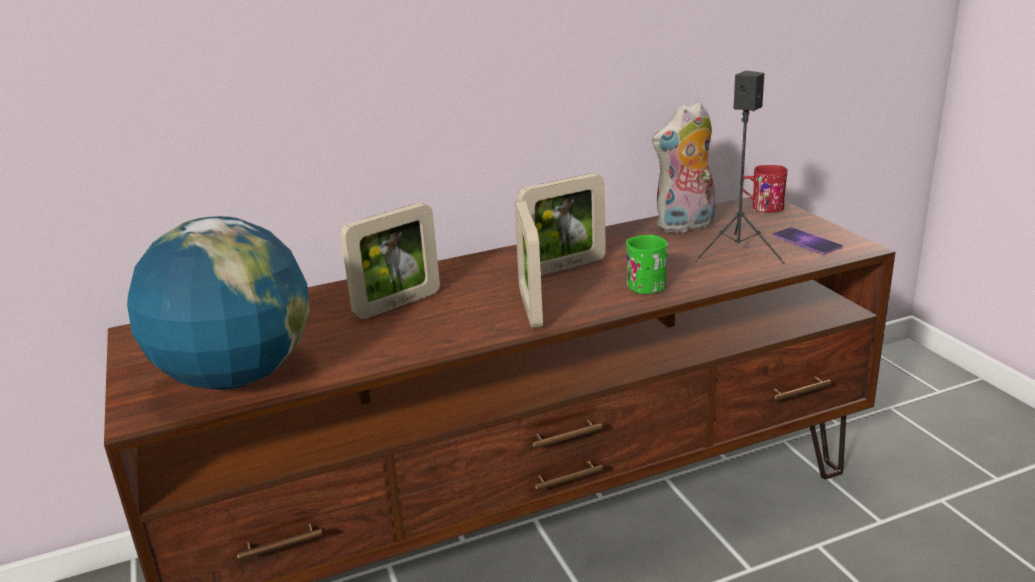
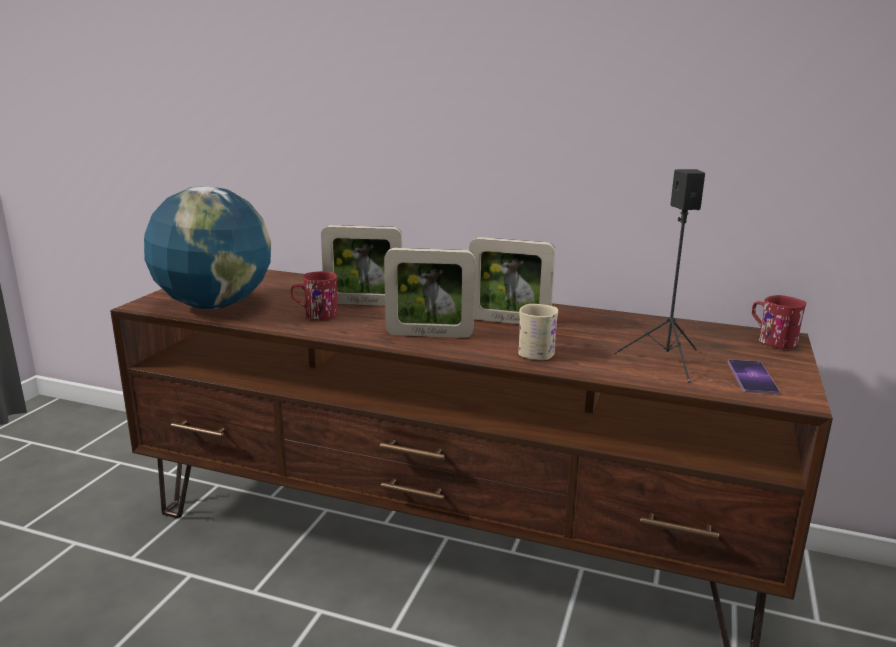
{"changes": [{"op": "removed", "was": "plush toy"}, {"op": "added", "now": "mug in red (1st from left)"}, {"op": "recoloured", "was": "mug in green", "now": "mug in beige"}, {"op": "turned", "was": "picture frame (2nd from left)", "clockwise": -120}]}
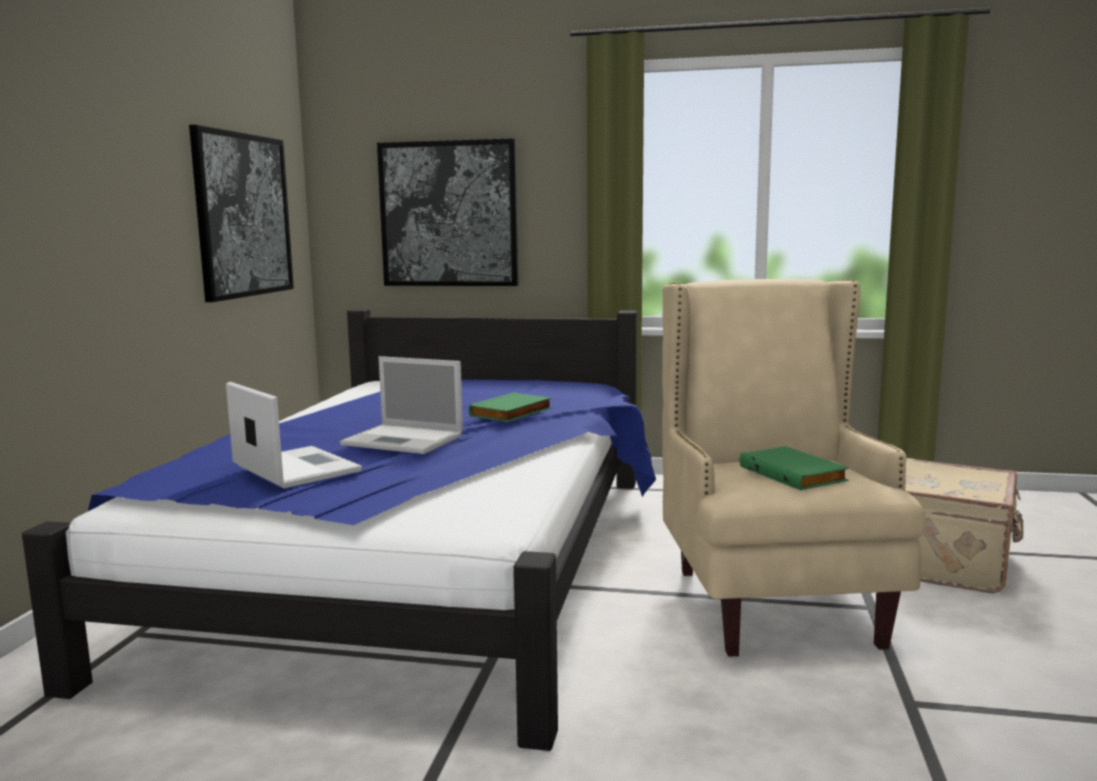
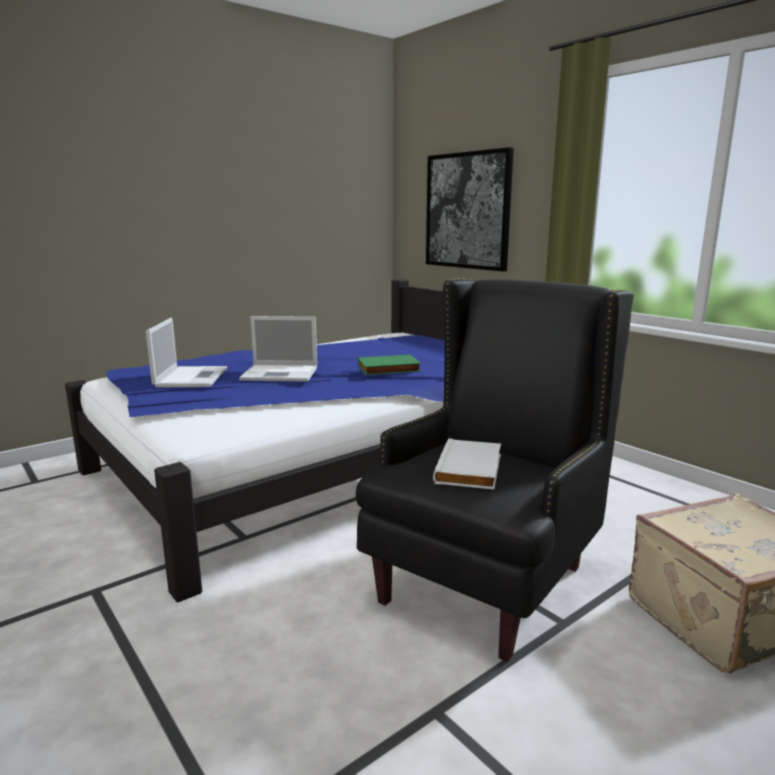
{"changes": [{"op": "removed", "was": "picture (1st from left)"}, {"op": "recoloured", "was": "armchair in beige", "now": "armchair in black"}, {"op": "recoloured", "was": "book in green (2nd from left)", "now": "book in white"}, {"op": "turned", "was": "laptop (2nd from left)", "clockwise": -60}]}
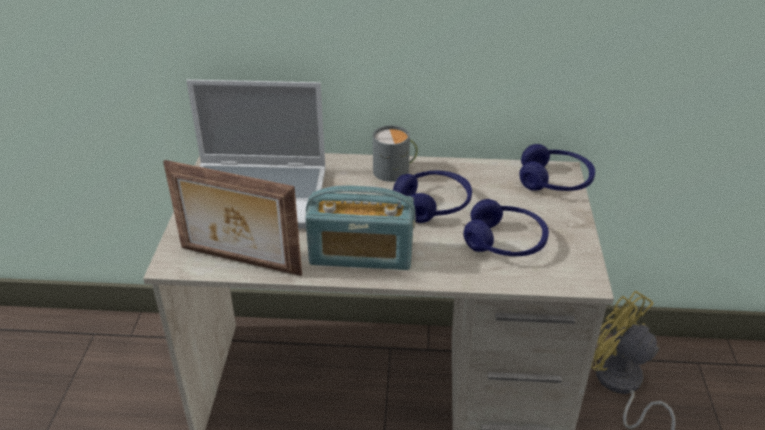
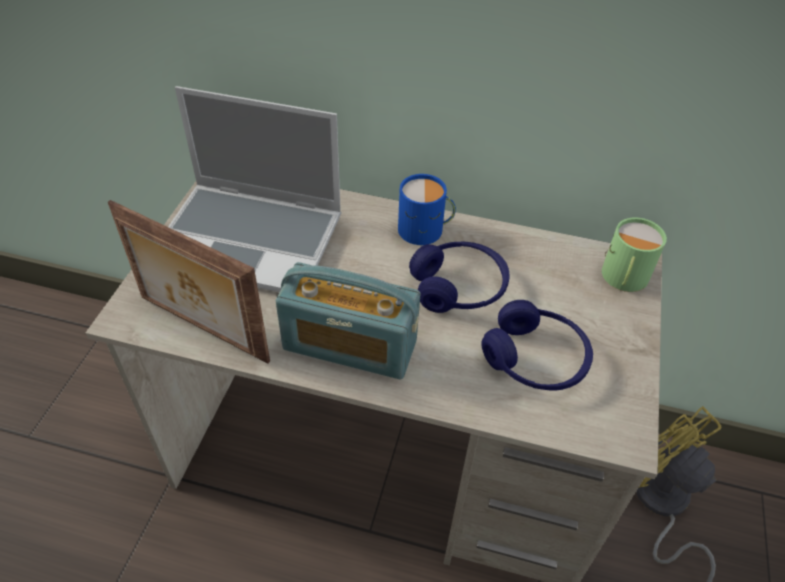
{"changes": [{"op": "replaced", "was": "headphones in blue (3rd from left)", "now": "mug in green"}, {"op": "recoloured", "was": "mug in grey", "now": "mug in blue"}]}
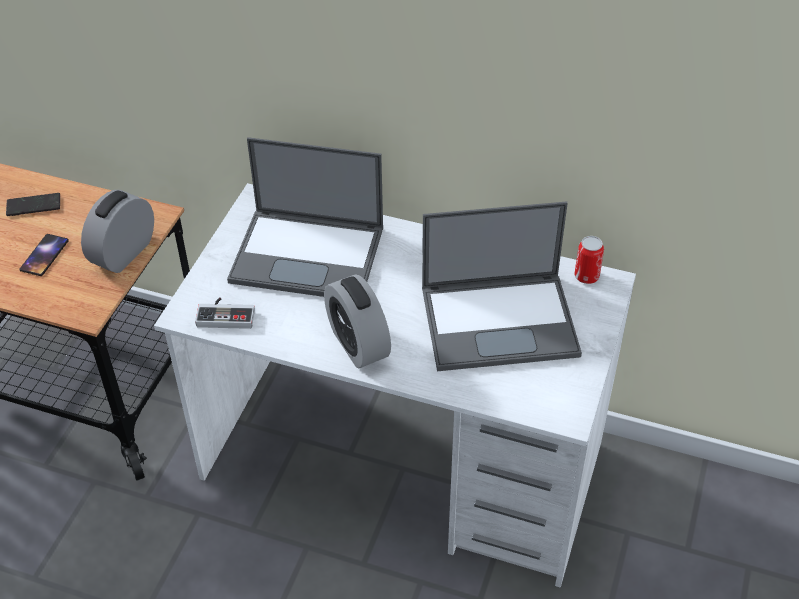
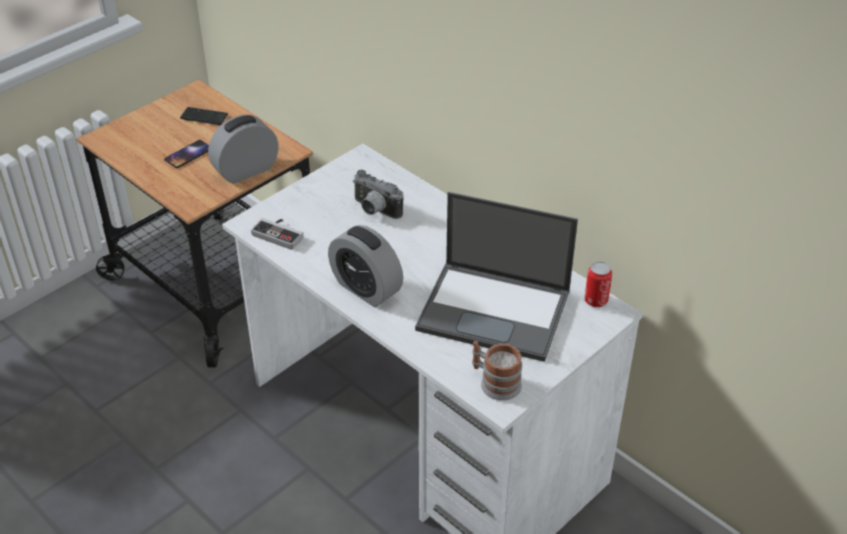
{"changes": [{"op": "added", "now": "mug"}, {"op": "replaced", "was": "laptop (1st from left)", "now": "photo camera"}, {"op": "turned", "was": "alarm clock (2nd from left)", "clockwise": -45}]}
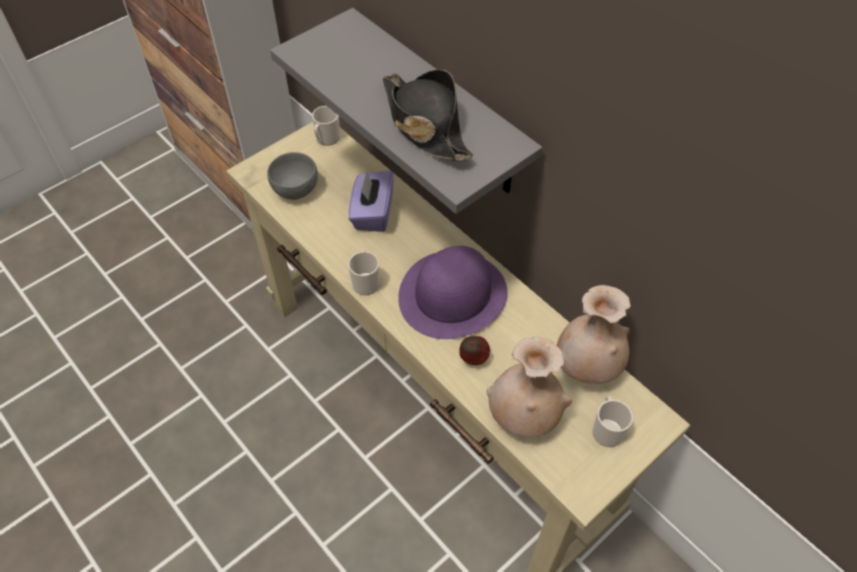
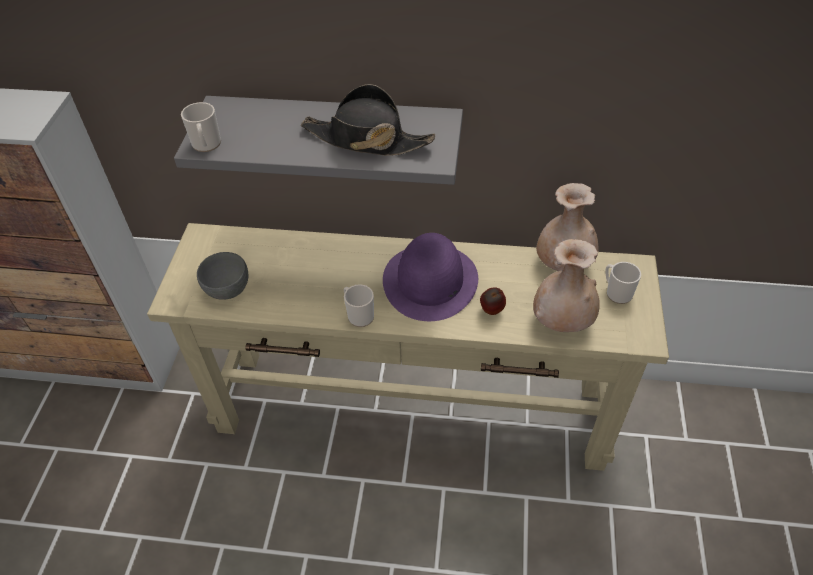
{"changes": [{"op": "removed", "was": "tissue box in purple"}, {"op": "moved", "was": "mug (1st from left)"}]}
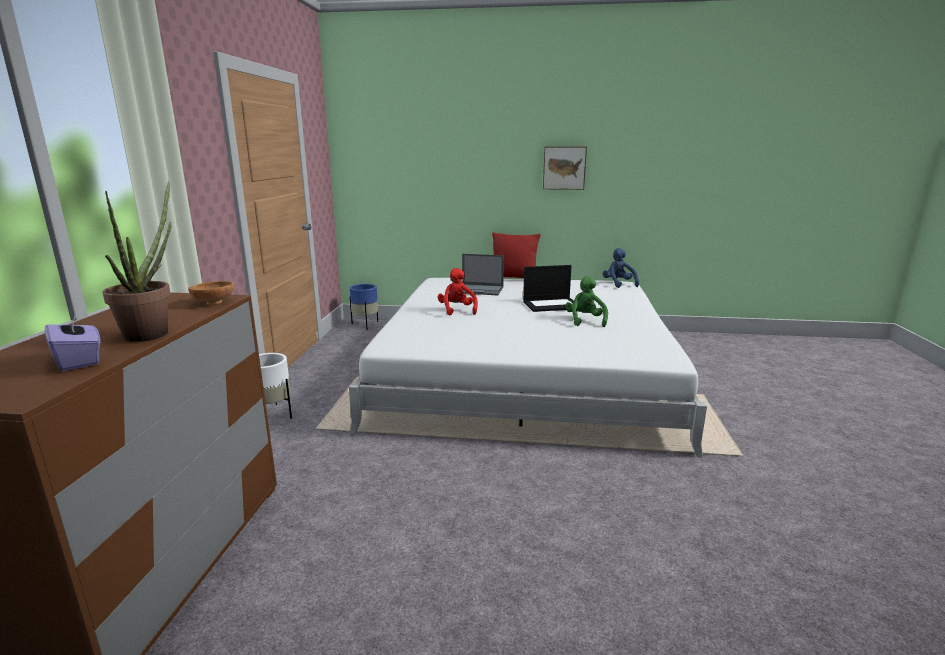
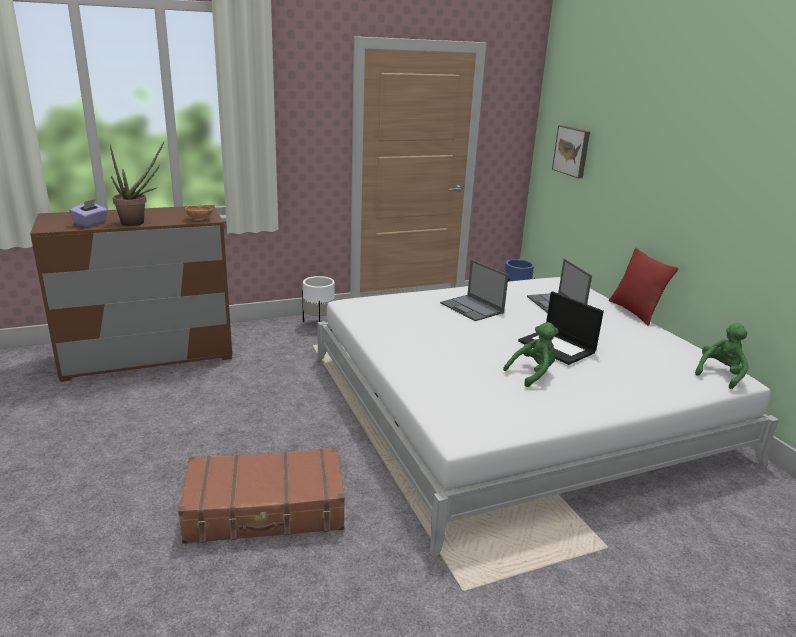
{"changes": [{"op": "added", "now": "suitcase in brown"}, {"op": "moved", "was": "picture"}, {"op": "replaced", "was": "plush toy in red", "now": "laptop (1st from left)"}, {"op": "recoloured", "was": "plush toy in blue", "now": "plush toy in green (2nd from left)"}]}
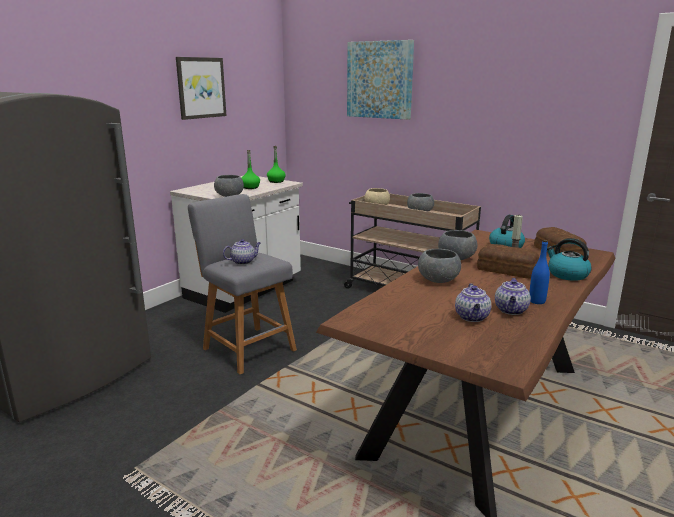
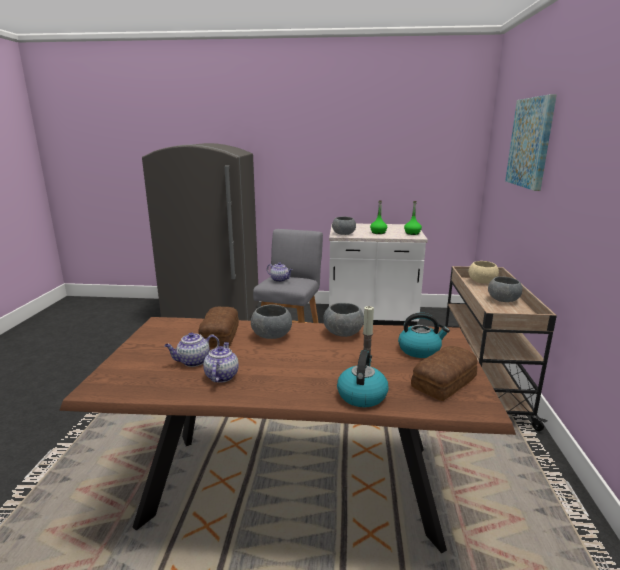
{"changes": [{"op": "removed", "was": "picture (1st from left)"}, {"op": "removed", "was": "bottle in blue"}, {"op": "moved", "was": "bread (1st from left)"}, {"op": "turned", "was": "teapot (3rd from left in the first image)", "clockwise": 105}]}
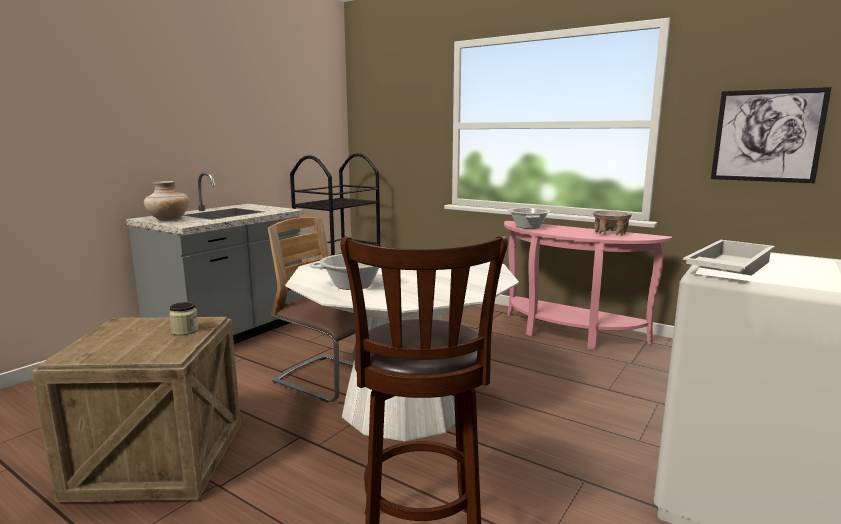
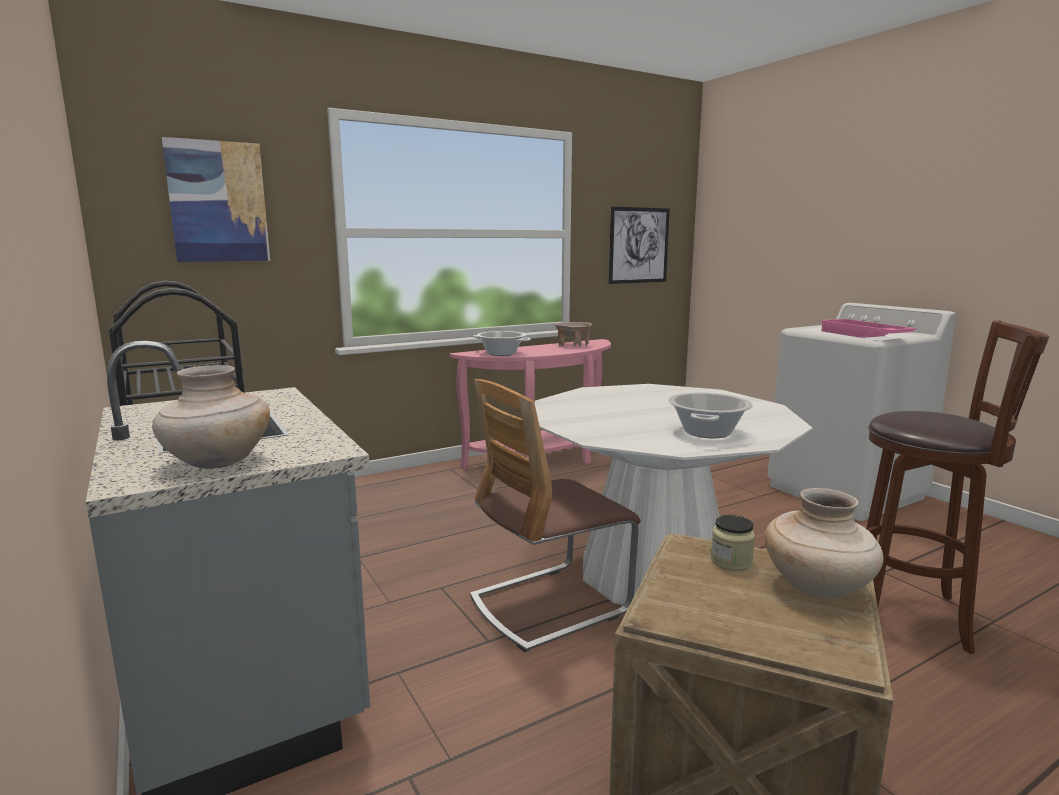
{"changes": [{"op": "added", "now": "picture (1st from left)"}, {"op": "added", "now": "vase in beige (2nd from left)"}, {"op": "recoloured", "was": "tray in white", "now": "tray in pink"}]}
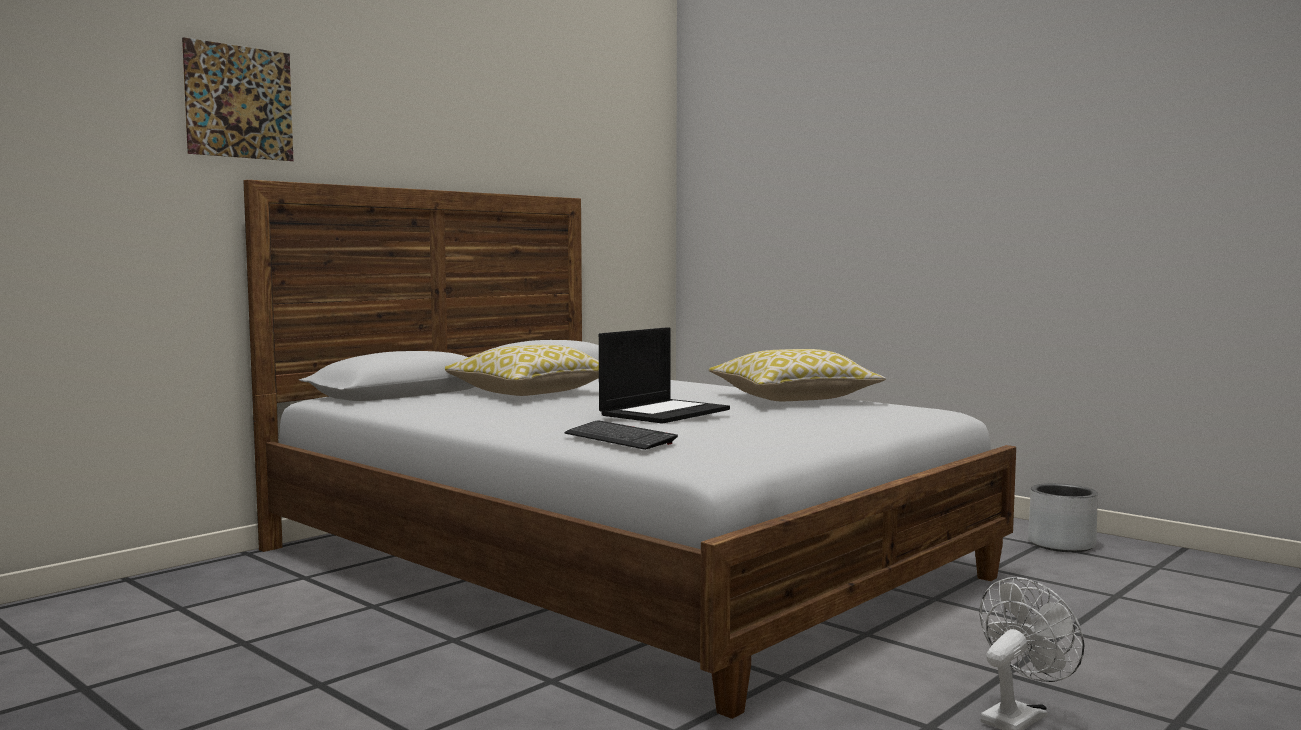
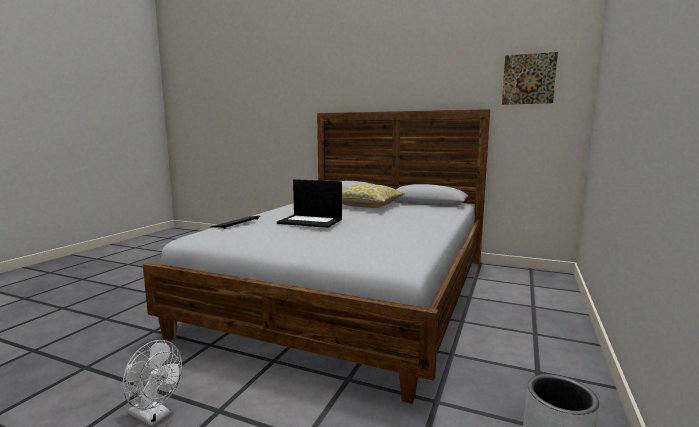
{"changes": [{"op": "removed", "was": "pillow (2nd from left)"}, {"op": "moved", "was": "picture"}]}
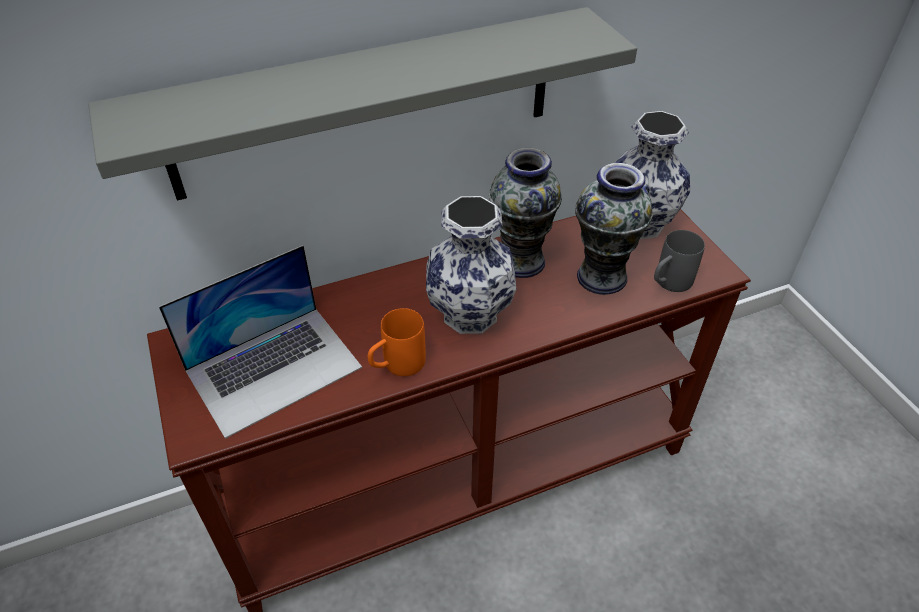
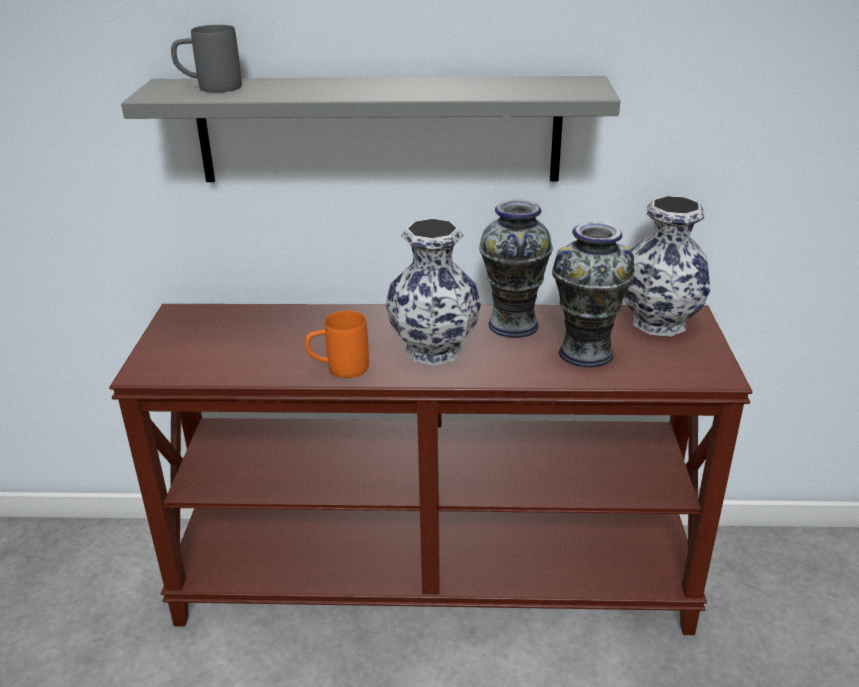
{"changes": [{"op": "removed", "was": "laptop"}, {"op": "moved", "was": "mug in grey"}]}
